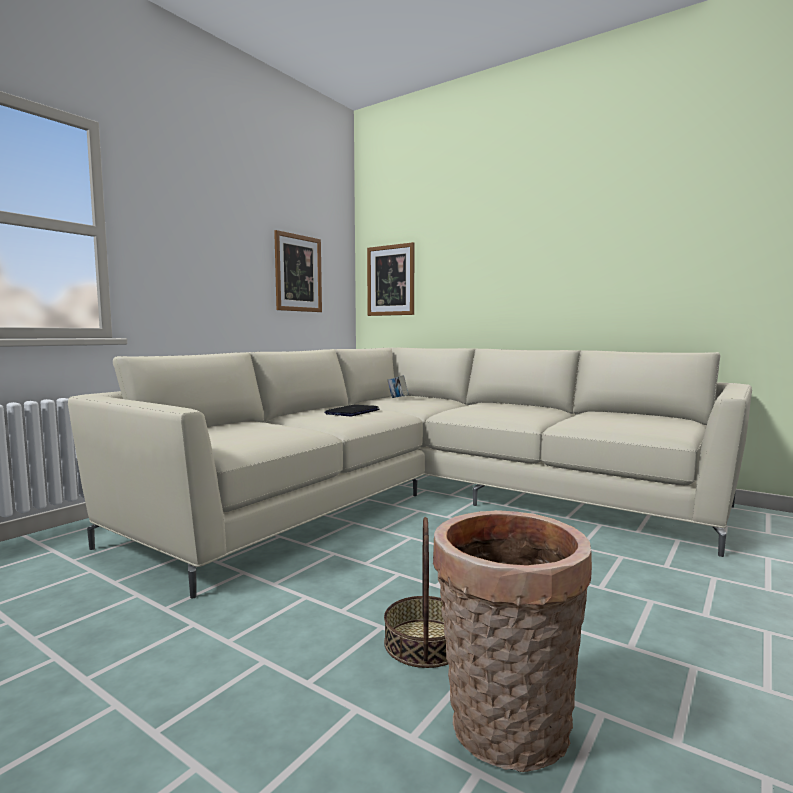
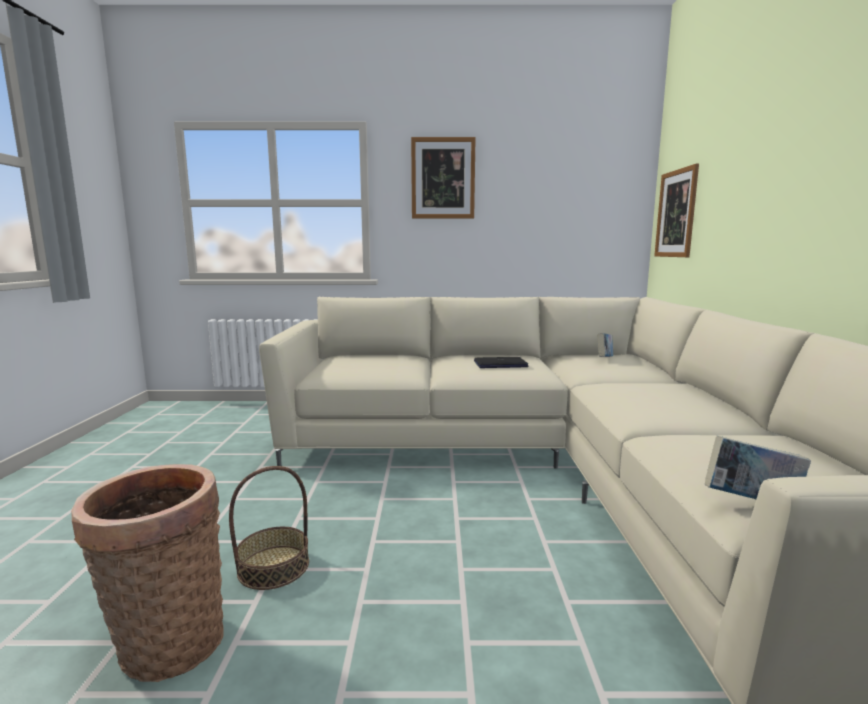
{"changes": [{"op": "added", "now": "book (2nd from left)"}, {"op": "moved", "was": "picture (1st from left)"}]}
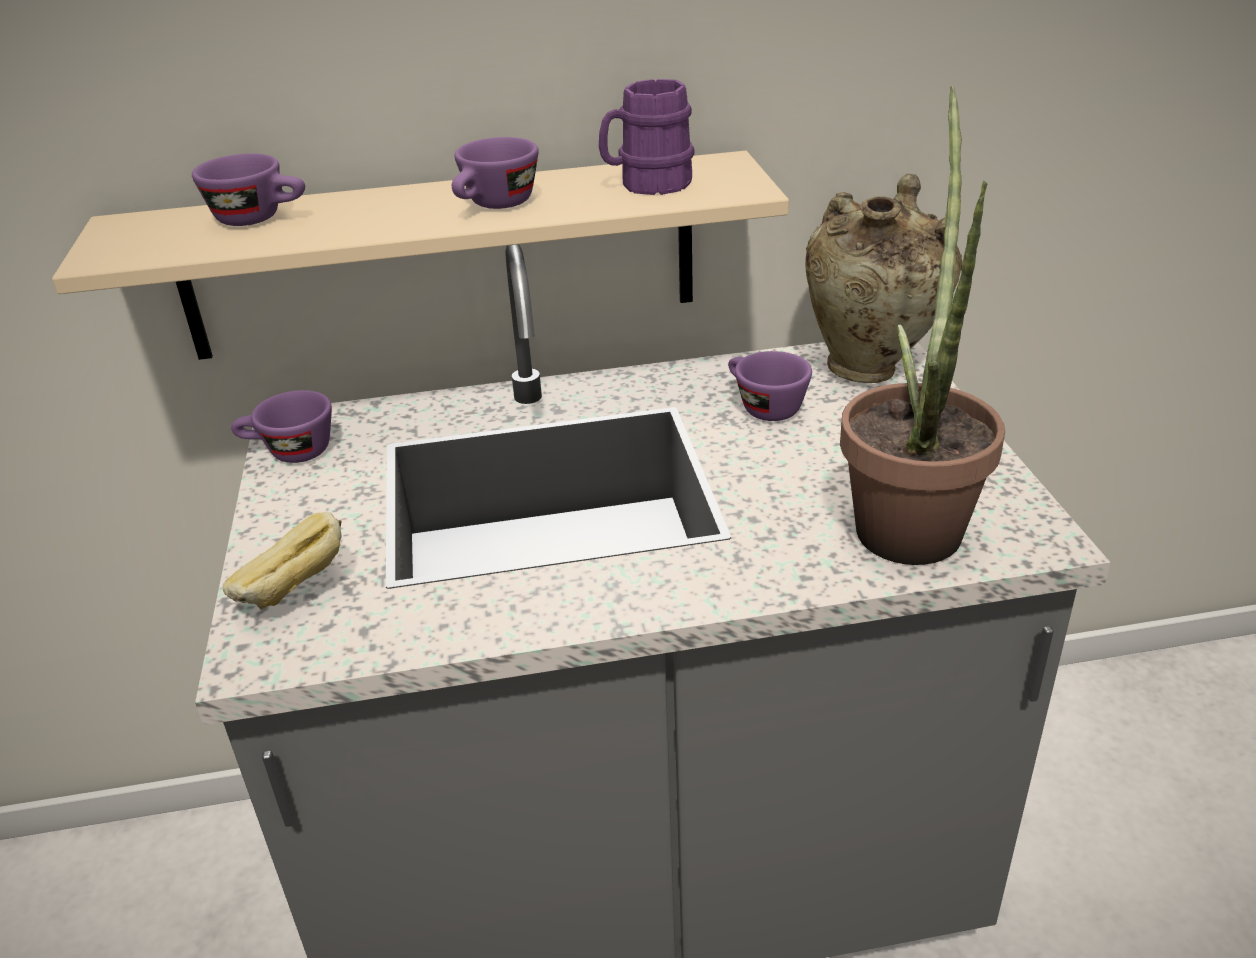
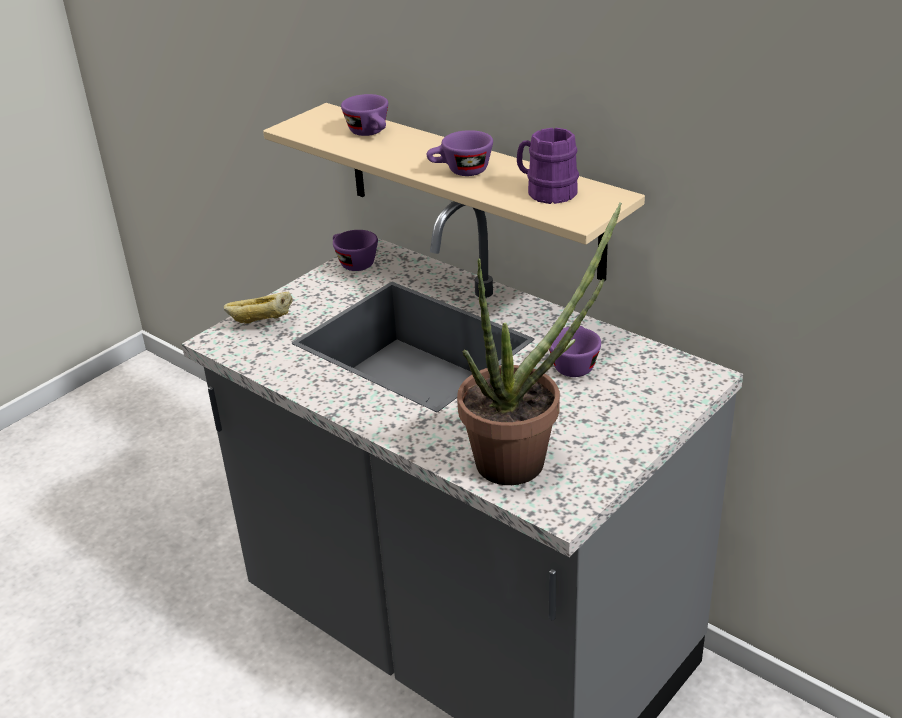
{"changes": [{"op": "removed", "was": "vase in beige"}]}
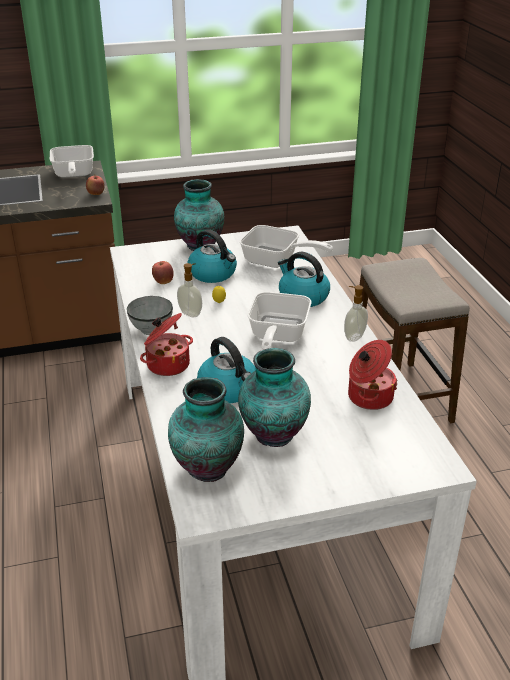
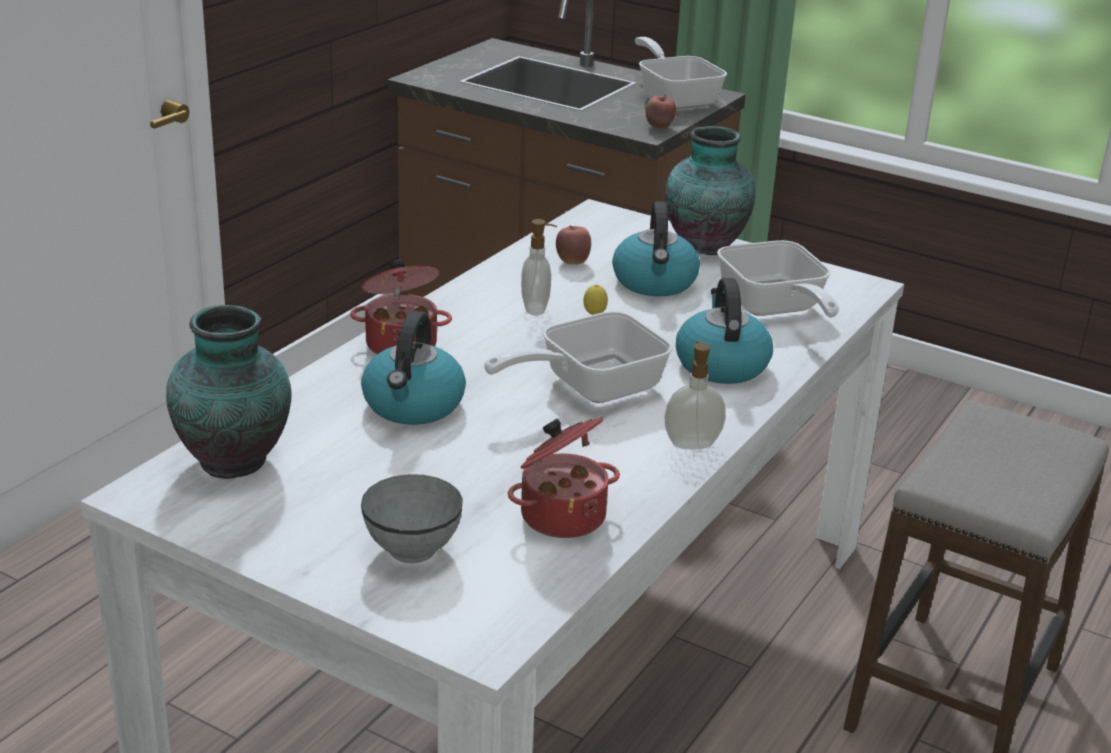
{"changes": [{"op": "removed", "was": "vase (3rd from left)"}, {"op": "moved", "was": "bowl in grey"}, {"op": "turned", "was": "frying pan (1st from left in the first image)", "clockwise": 120}]}
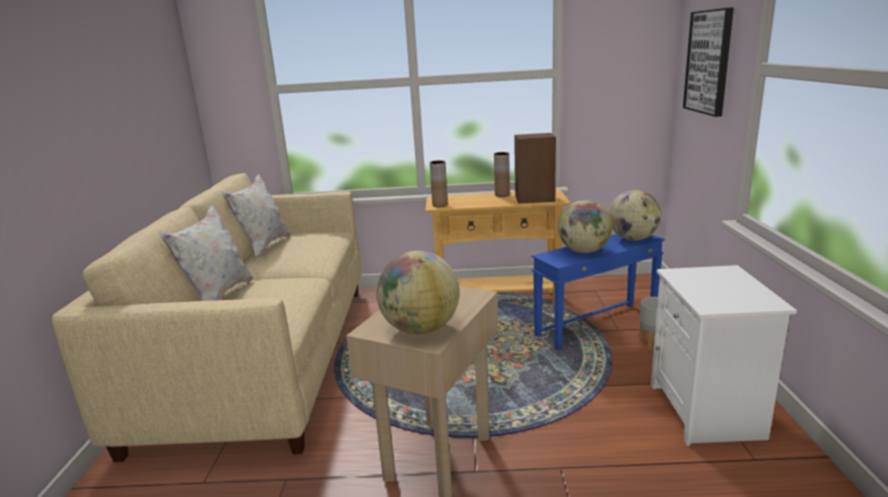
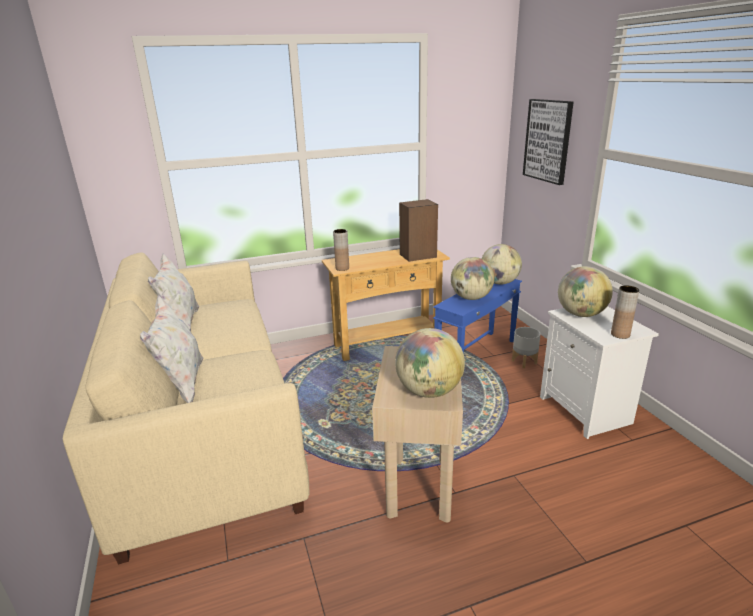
{"changes": [{"op": "added", "now": "globe (4th from left)"}, {"op": "moved", "was": "vase in brown (2nd from left)"}]}
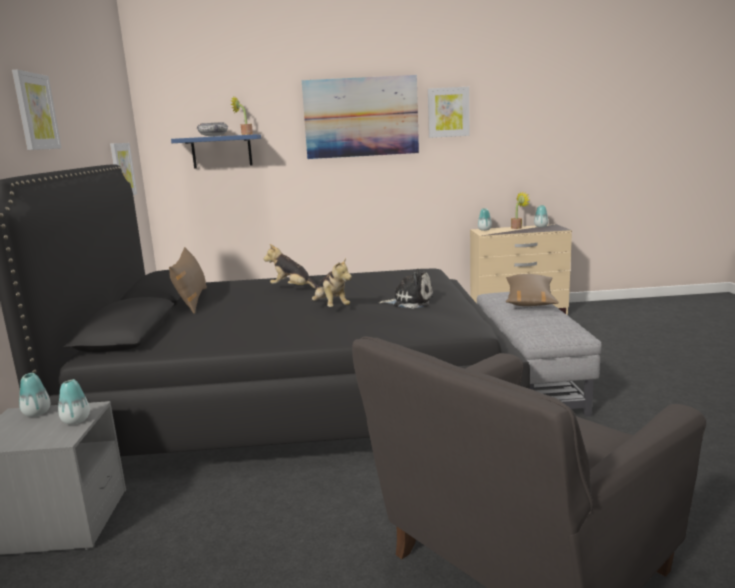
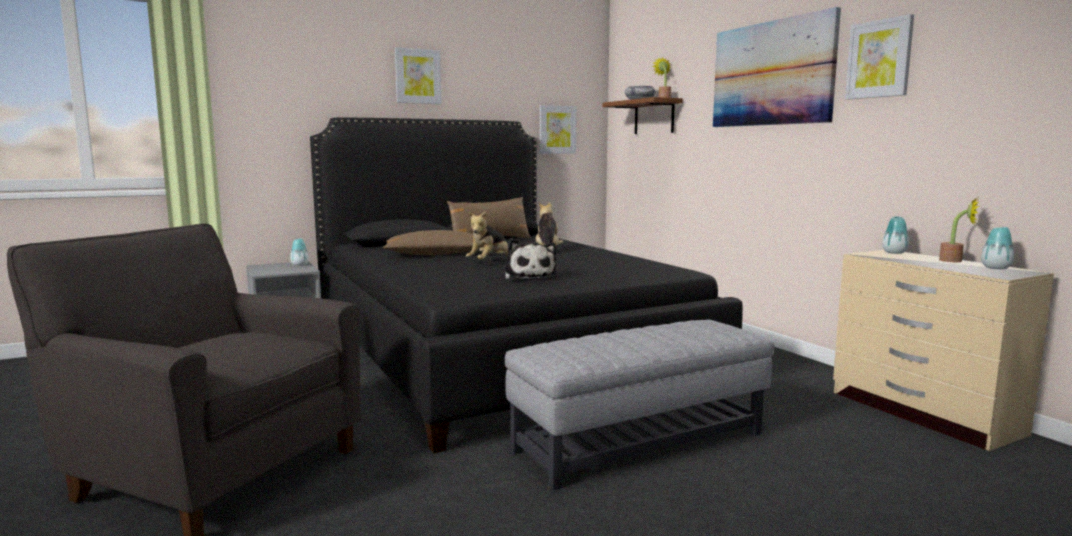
{"changes": [{"op": "removed", "was": "vase (2nd from left)"}, {"op": "moved", "was": "pillow in brown (2nd from left in the first image)", "now": "pillow in brown (1st from left)"}, {"op": "recoloured", "was": "shelf in blue", "now": "shelf in brown"}]}
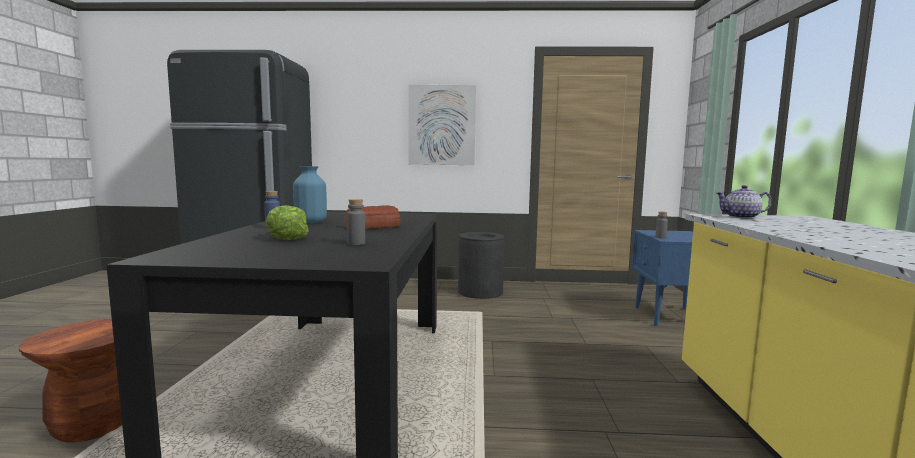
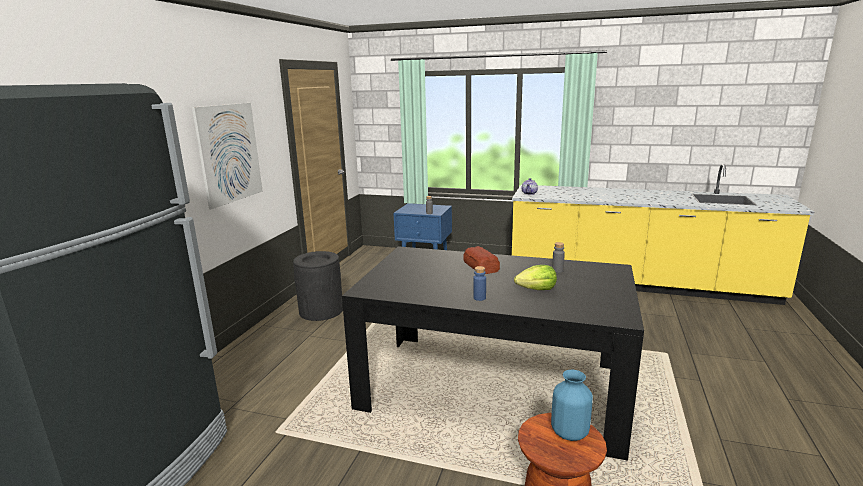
{"changes": [{"op": "moved", "was": "vase in blue"}]}
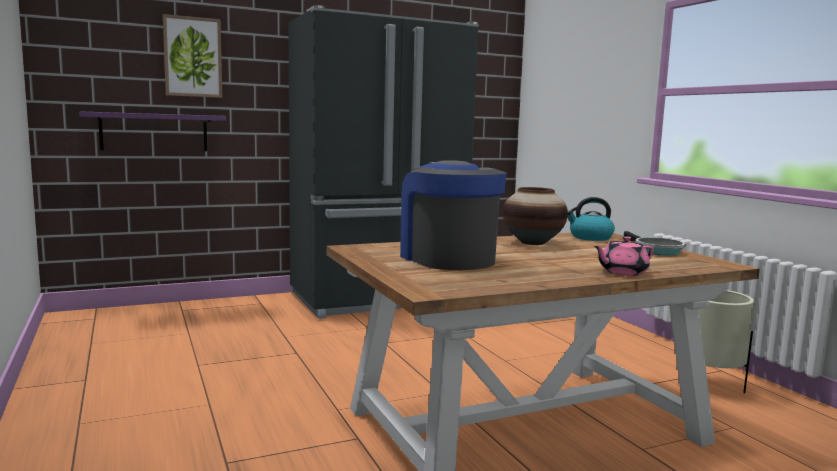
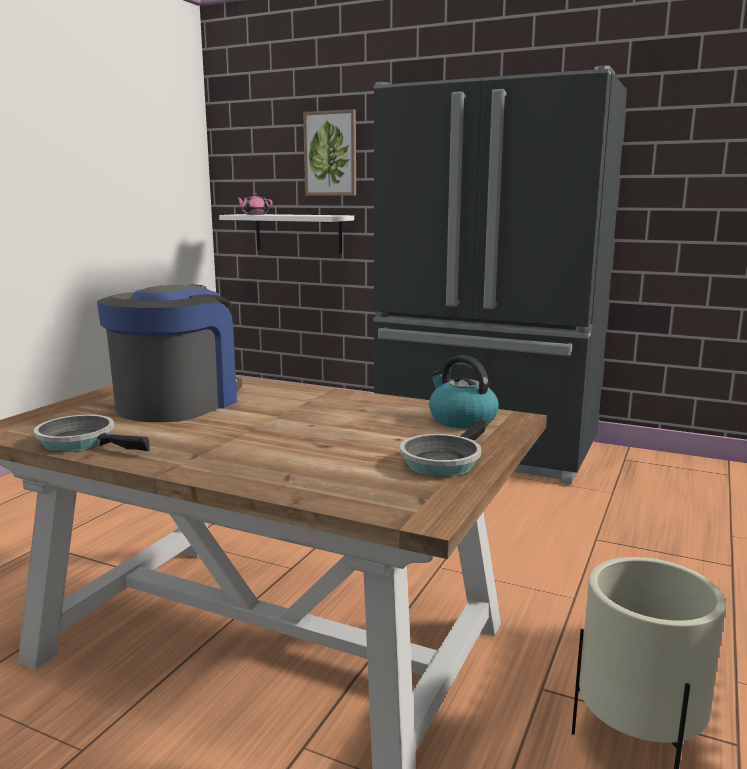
{"changes": [{"op": "removed", "was": "vase"}, {"op": "added", "now": "frying pan (1st from left)"}, {"op": "moved", "was": "teapot in pink"}, {"op": "recoloured", "was": "shelf in purple", "now": "shelf in white"}]}
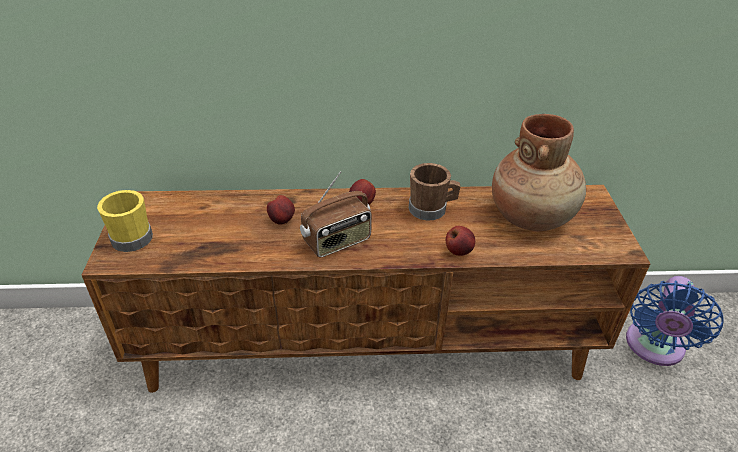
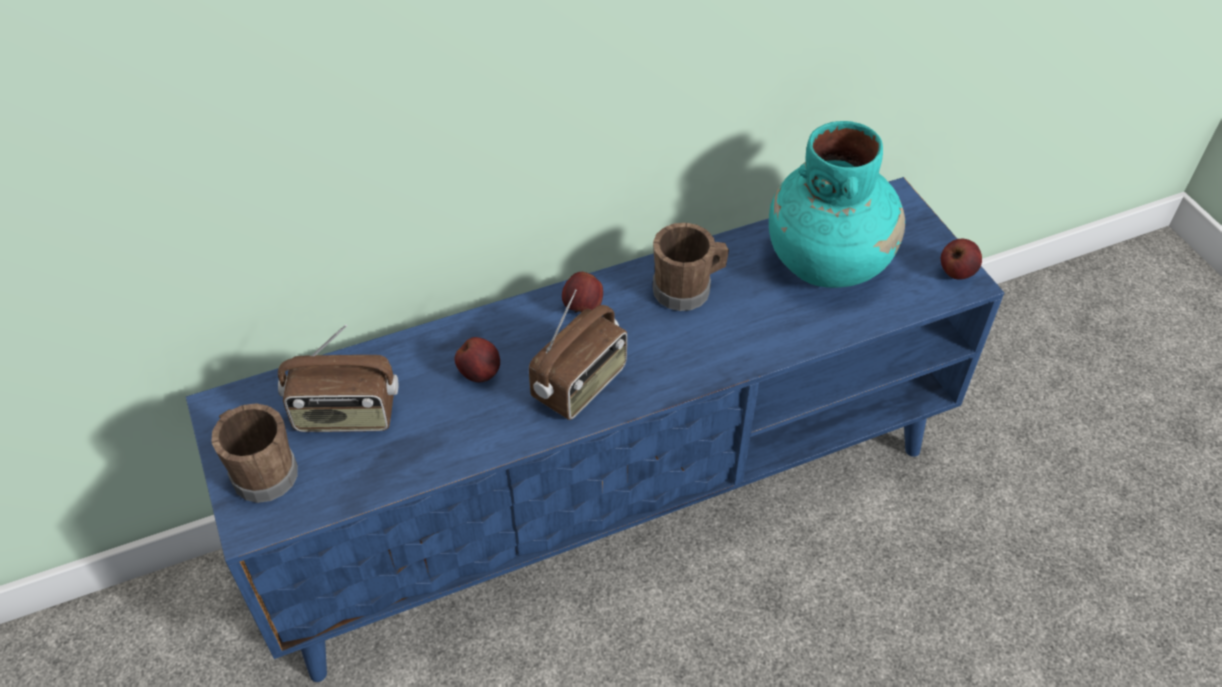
{"changes": [{"op": "removed", "was": "fan in blue"}, {"op": "added", "now": "radio (1st from left)"}, {"op": "moved", "was": "apple (3rd from left)"}, {"op": "recoloured", "was": "tv stand in brown", "now": "tv stand in blue"}, {"op": "recoloured", "was": "mug in yellow", "now": "mug in brown (1st from left)"}, {"op": "recoloured", "was": "vase in brown", "now": "vase in turquoise"}]}
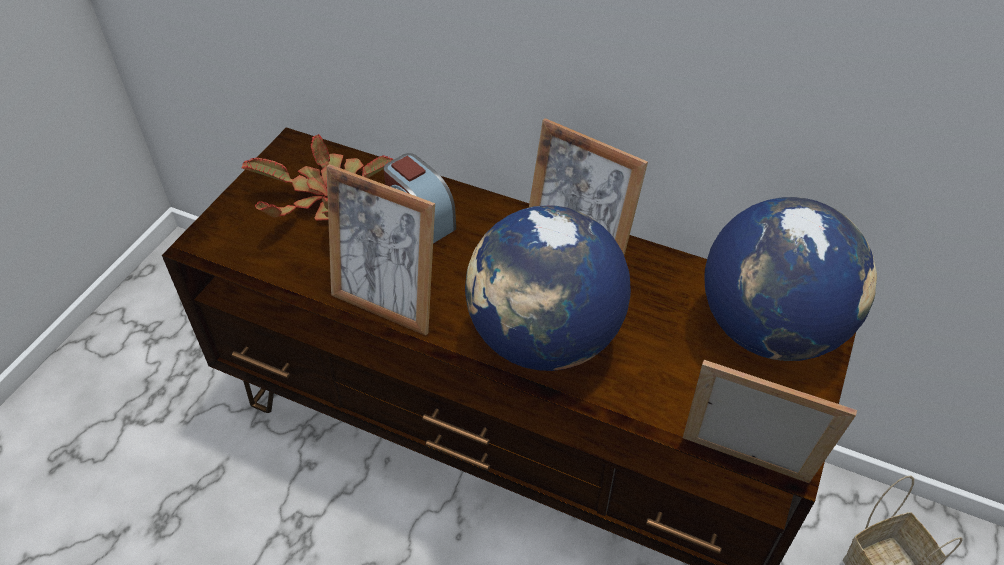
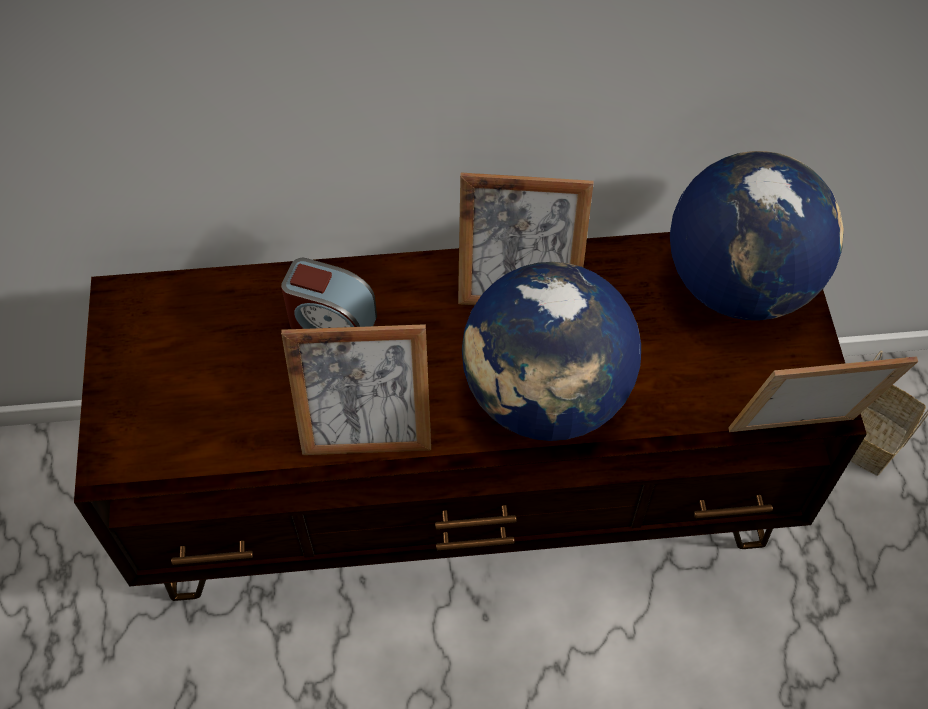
{"changes": [{"op": "removed", "was": "potted plant"}]}
